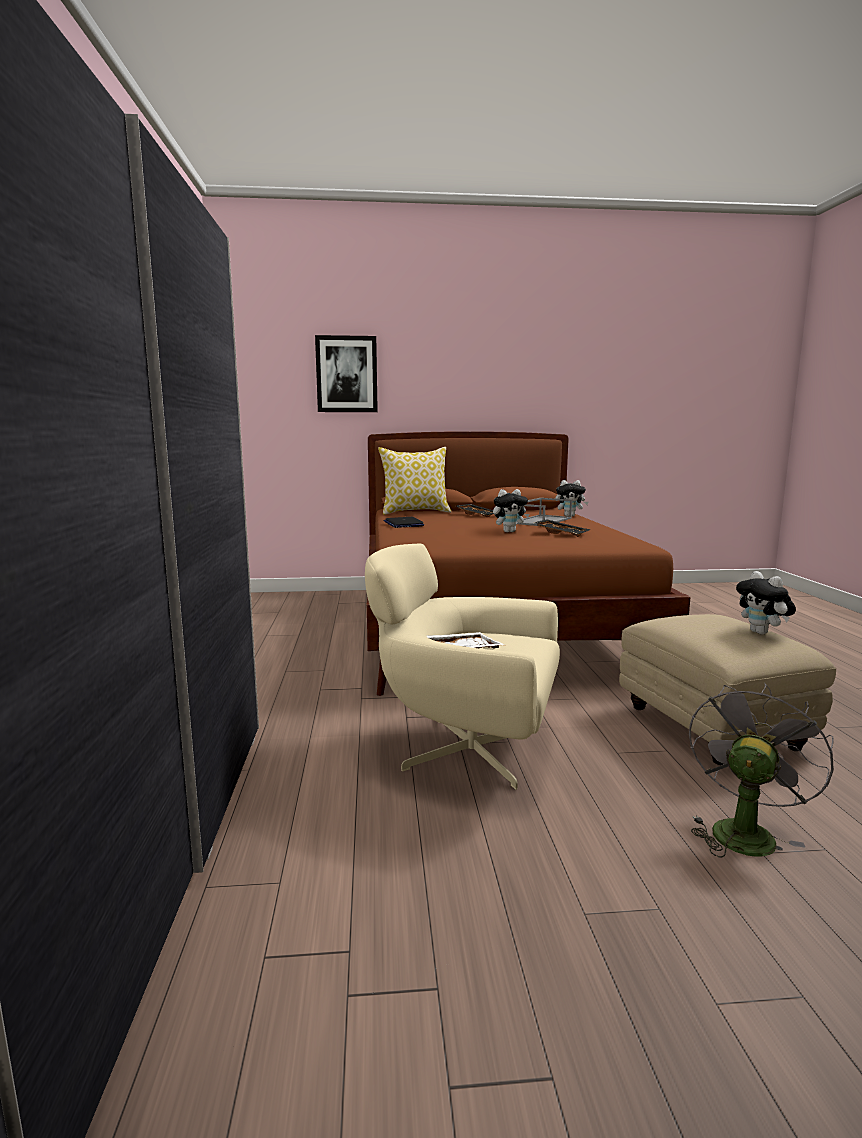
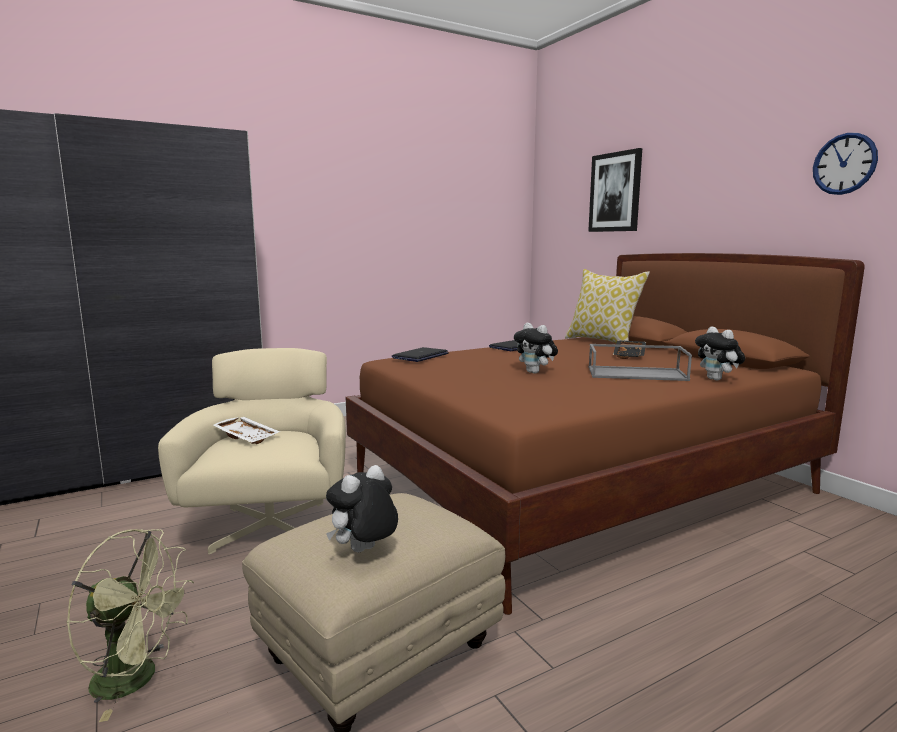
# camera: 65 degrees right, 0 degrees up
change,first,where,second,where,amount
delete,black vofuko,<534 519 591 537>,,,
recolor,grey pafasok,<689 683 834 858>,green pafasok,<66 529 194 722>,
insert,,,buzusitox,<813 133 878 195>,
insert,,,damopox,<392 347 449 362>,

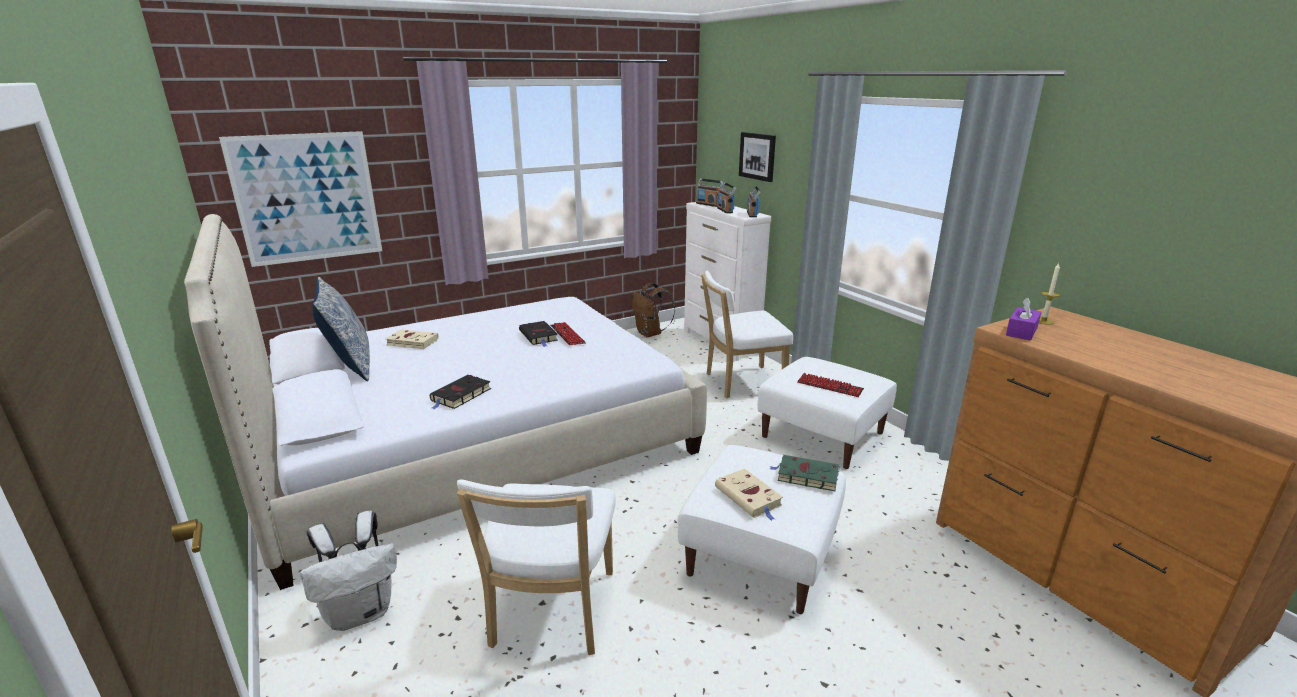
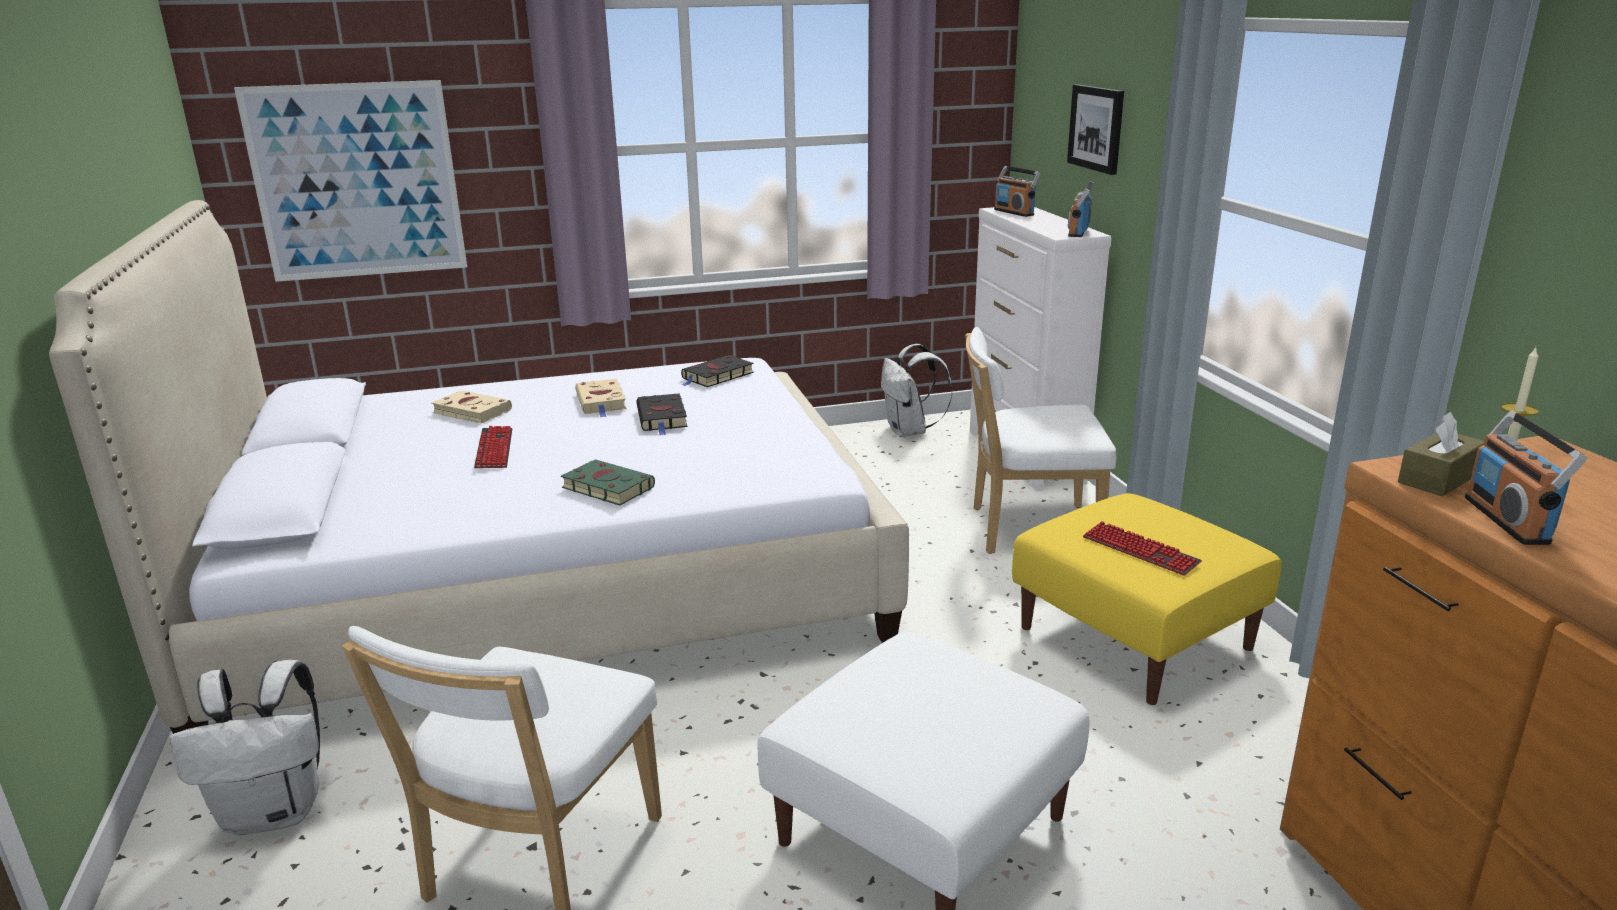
# camera: 15 degrees right, 0 degrees up
change,first,where,second,where,amount
move,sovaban,<717 183 736 213>,,<1465 411 1587 545>,
delete,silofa,<312 277 370 381>,,,
recolor,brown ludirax,<631 283 675 337>,white ludirax,<881 344 952 437>,
recolor,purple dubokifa,<1006 298 1041 340>,brown dubokifa,<1398 412 1484 496>,
move,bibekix,<550 322 586 345>,,<474 426 513 468>,
recolor,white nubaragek,<757 357 897 469>,yellow nubaragek,<1012 493 1282 705>,
move,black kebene,<430 375 491 409>,,<681 355 754 387>,
move,green kebene,<770 455 840 491>,,<561 459 655 506>,
move,beige kebene,<715 469 783 521>,,<575 379 627 417>,

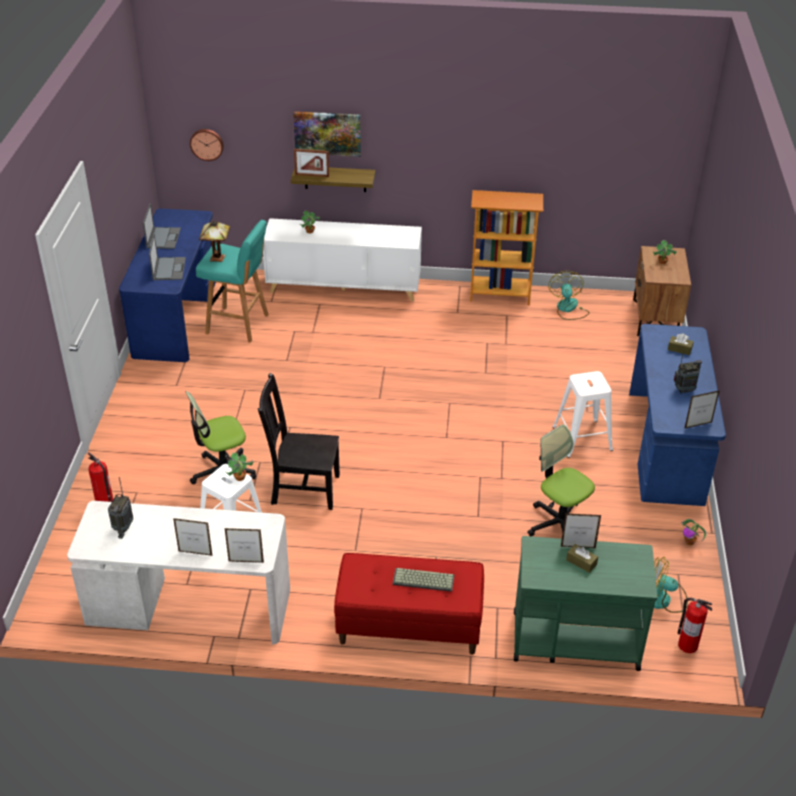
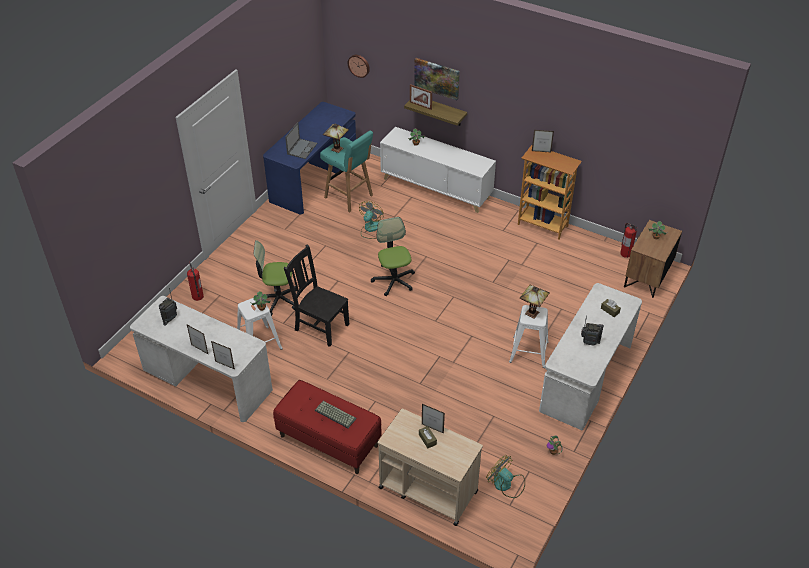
# camera: 25 degrees right, 5 degrees up
change,first,where,second,where,amount
delete,damopox,<143 203 181 249>,,,
move,pafasok,<548 271 589 320>,,<359 201 384 239>,
recolor,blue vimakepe,<629 324 726 506>,white vimakepe,<539 283 642 431>,
move,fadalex,<684 390 720 429>,,<532 130 554 153>,
move,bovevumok,<527 424 595 536>,,<371 217 415 296>,
recolor,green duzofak,<514 536 658 671>,beige duzofak,<378 408 483 526>,
move,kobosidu,<678 598 712 653>,,<620 223 638 258>,
insert,,,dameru,<520 284 550 318>,

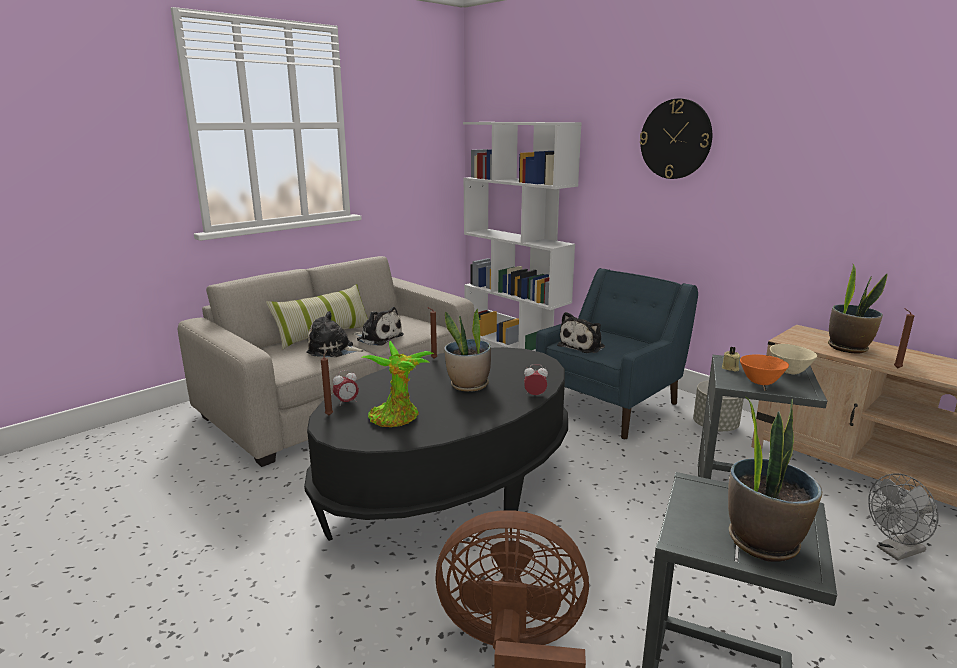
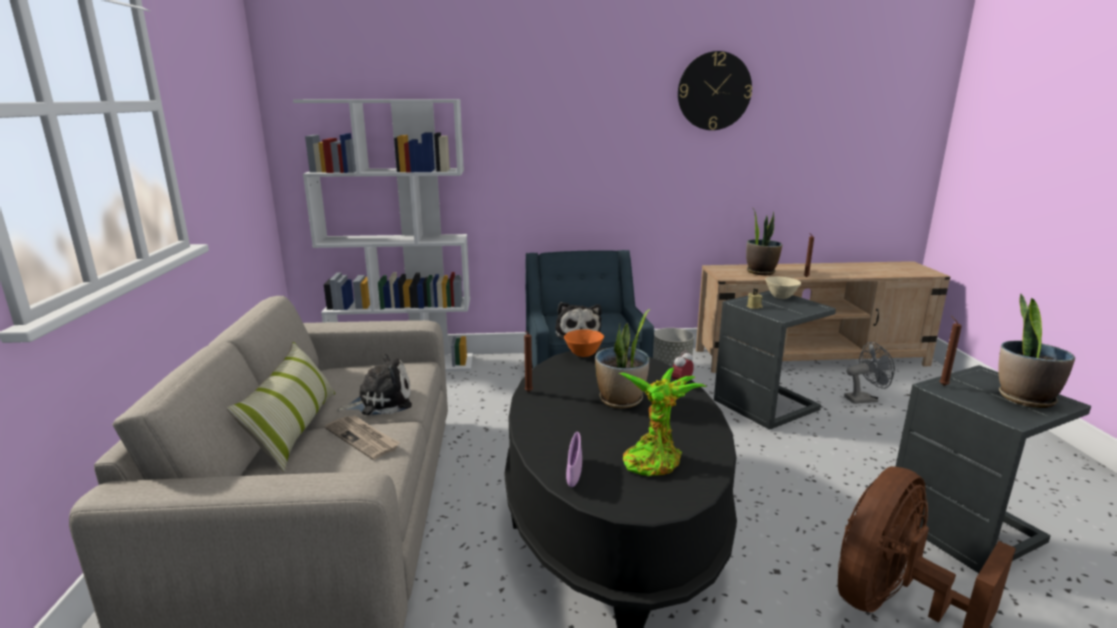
# camera: 50 degrees left, 0 degrees up
change,first,where,second,where,amount
move,buzusitox,<640 98 712 179>,,<678 51 752 130>,
replace,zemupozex,<306 311 365 357>,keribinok,<325 416 400 460>,
move,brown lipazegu,<321 350 333 415>,,<939 316 962 386>,
move,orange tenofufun,<740 354 789 385>,,<564 329 604 357>,
replace,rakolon,<333 370 359 406>,purple tenofufun,<566 432 582 487>,
rotate,grey pafasok,<868 473 939 561>,,<844 342 895 404>,120 degrees counterclockwise

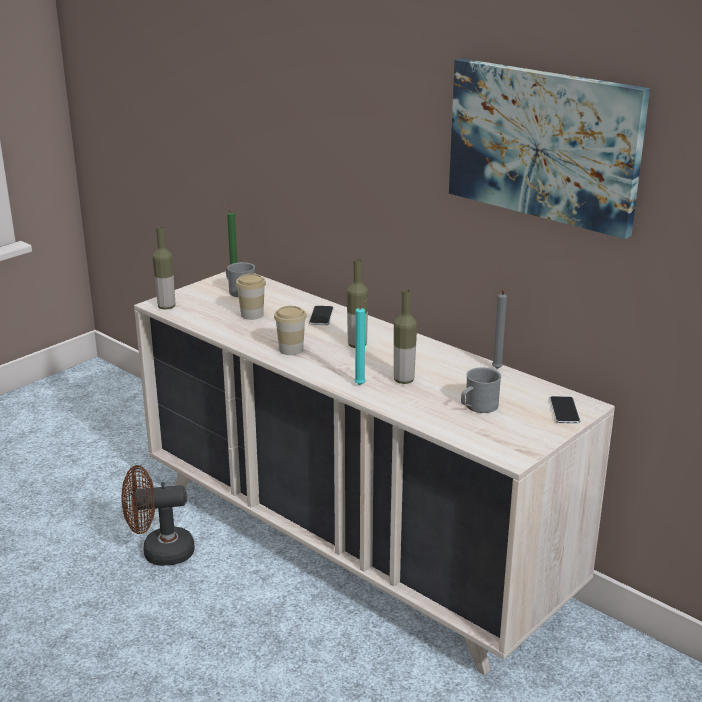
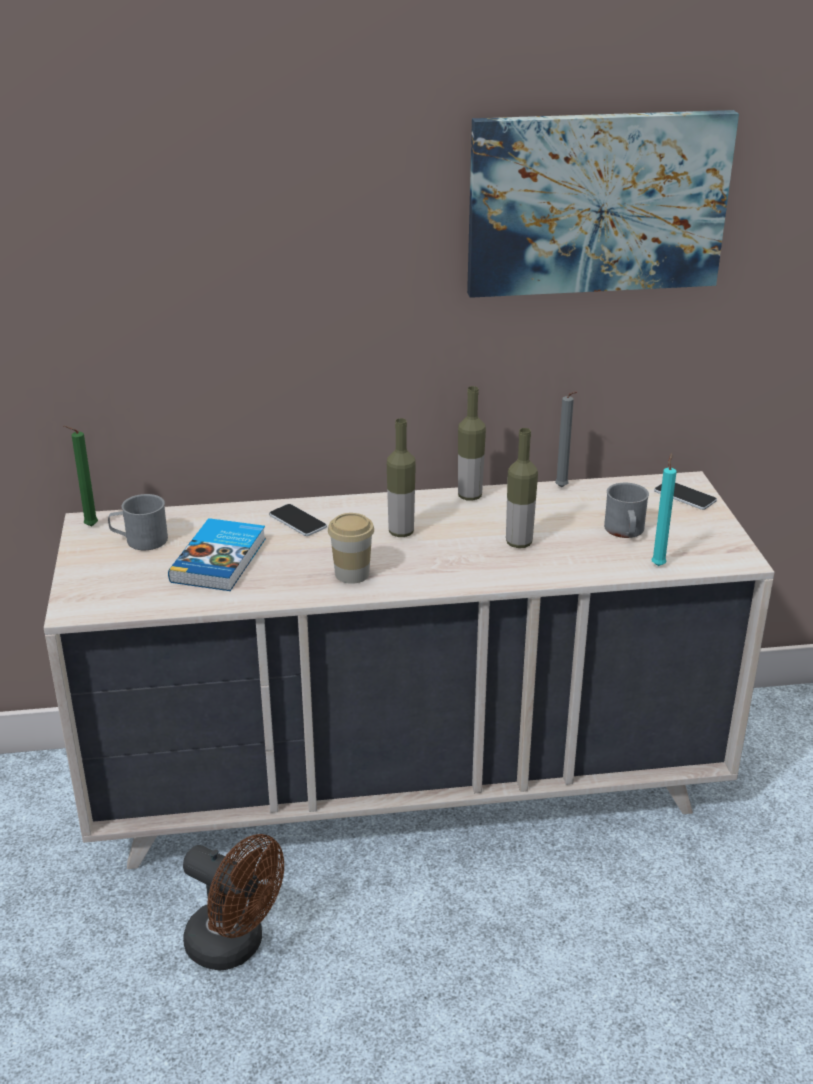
# camera: 50 degrees left, 5 degrees up
change,first,where,second,where,amount
move,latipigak,<153 226 175 310>,,<458 386 486 501>,
replace,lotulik,<236 274 266 320>,kebene,<168 518 266 591>,
move,turquoise lipazegu,<354 299 369 385>,,<651 453 677 566>,
rotate,brown pafasok,<121 465 195 566>,,<183 834 284 971>,90 degrees counterclockwise

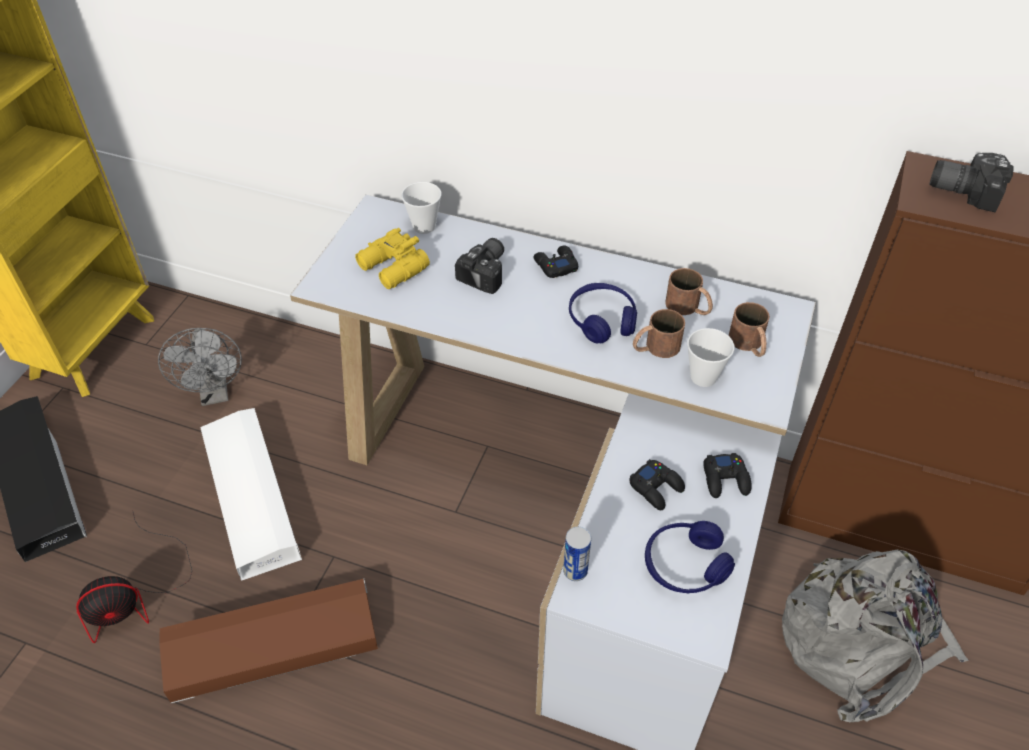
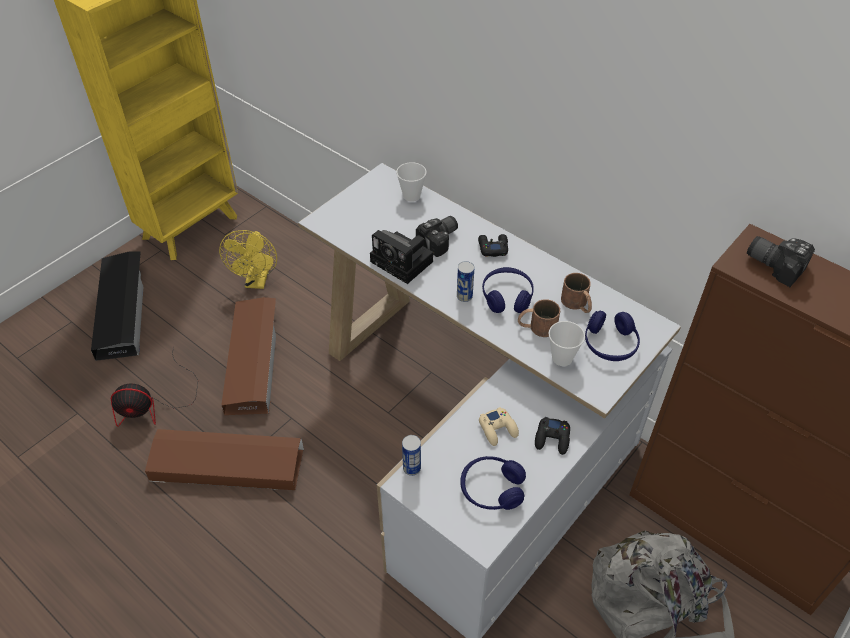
# camera: 20 degrees right, 0 degrees up
change,first,where,second,where,amount
delete,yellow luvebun,<355 228 430 289>,,,
replace,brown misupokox,<729 302 770 357>,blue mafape,<585 311 640 361>,
recolor,grey pafasok,<158 328 242 406>,yellow pafasok,<219 230 277 289>,
recolor,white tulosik,<200 408 302 581>,brown tulosik,<221 297 276 415>,
recolor,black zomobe,<629 459 685 510>,beige zomobe,<479 407 519 446>,
insert,,,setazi,<370 230 433 284>,
insert,,,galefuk,<457 261 475 302>,

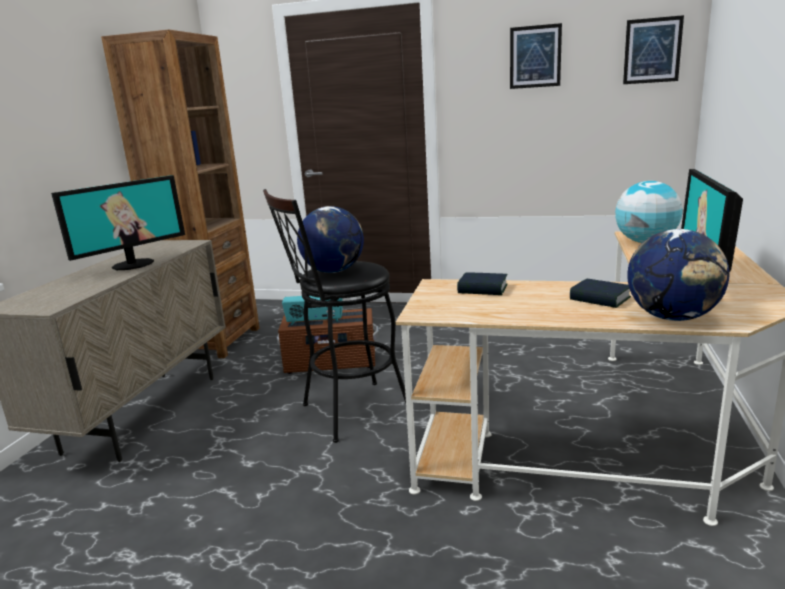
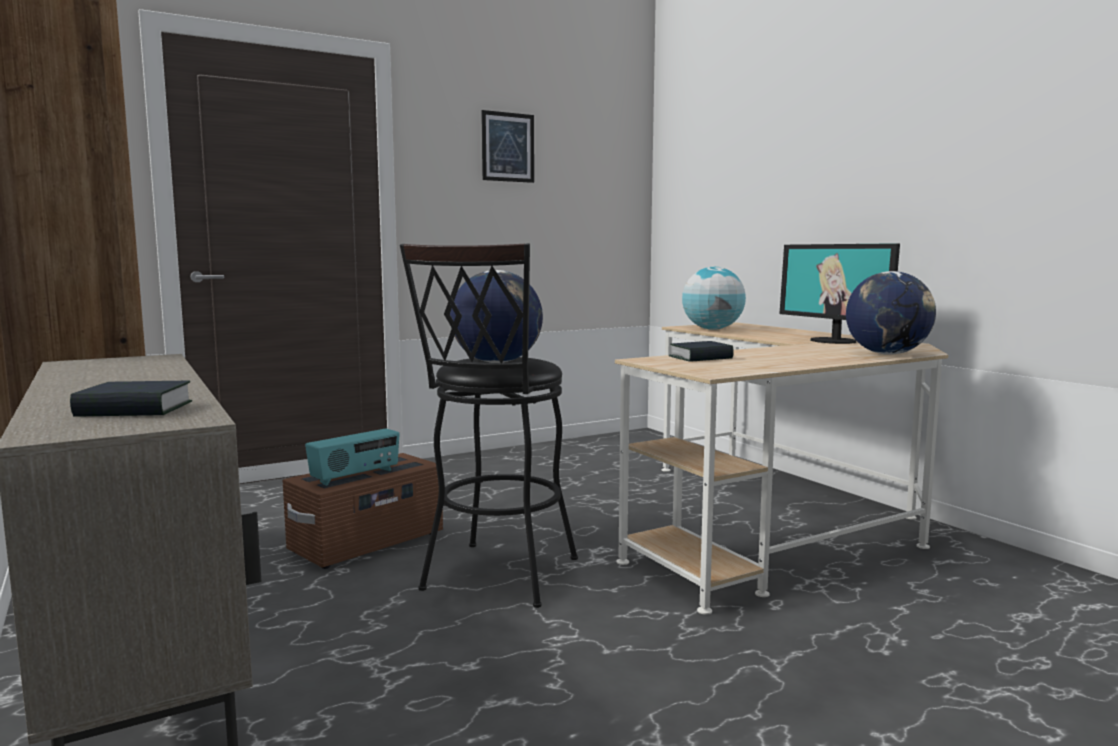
# camera: 45 degrees left, 10 degrees down
change,first,where,second,where,amount
delete,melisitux,<623 15 684 84>,,,
delete,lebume,<51 175 185 270>,,,
move,kebene,<570 279 631 308>,,<70 381 192 417>,

